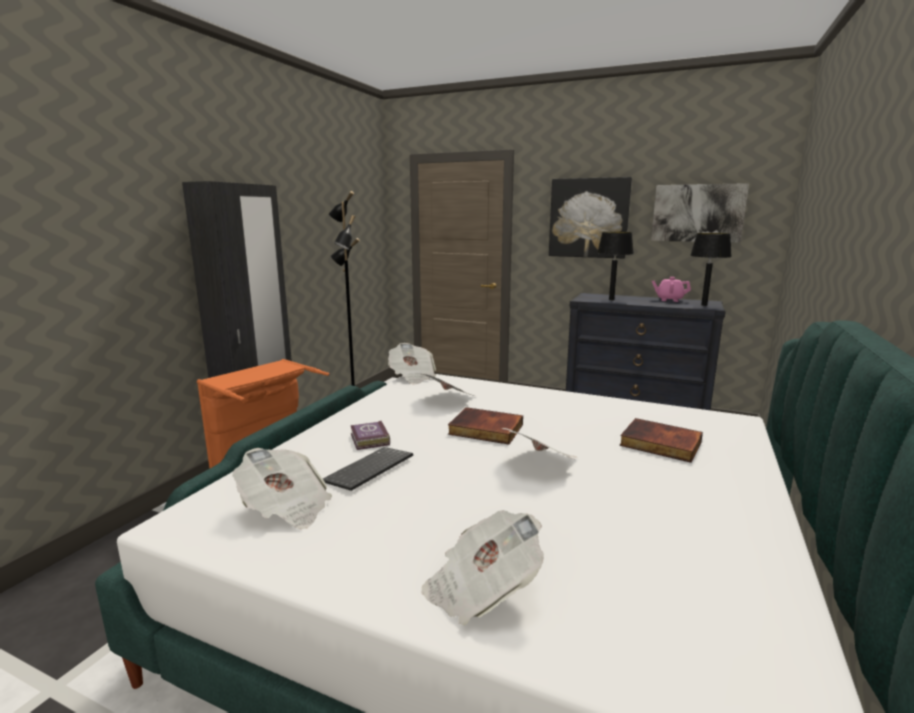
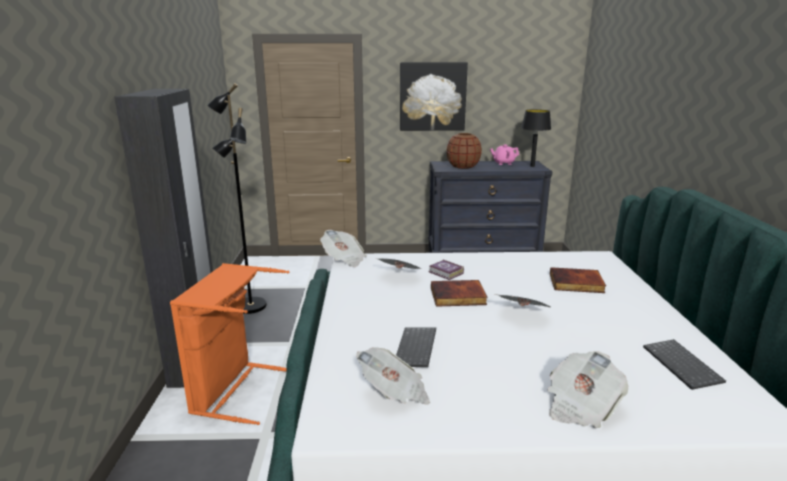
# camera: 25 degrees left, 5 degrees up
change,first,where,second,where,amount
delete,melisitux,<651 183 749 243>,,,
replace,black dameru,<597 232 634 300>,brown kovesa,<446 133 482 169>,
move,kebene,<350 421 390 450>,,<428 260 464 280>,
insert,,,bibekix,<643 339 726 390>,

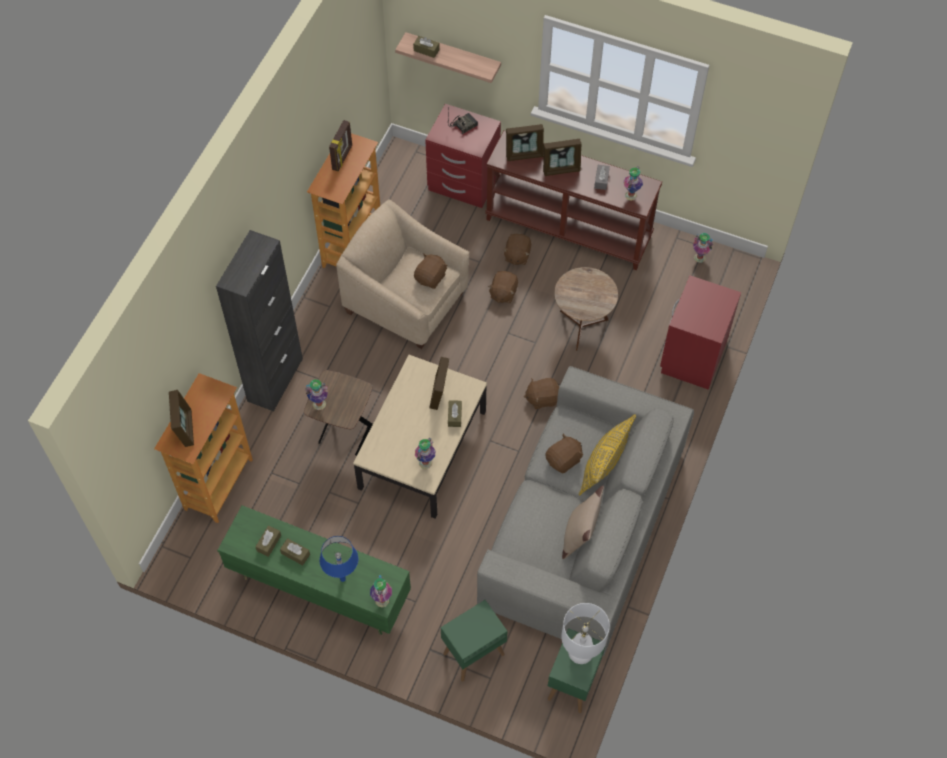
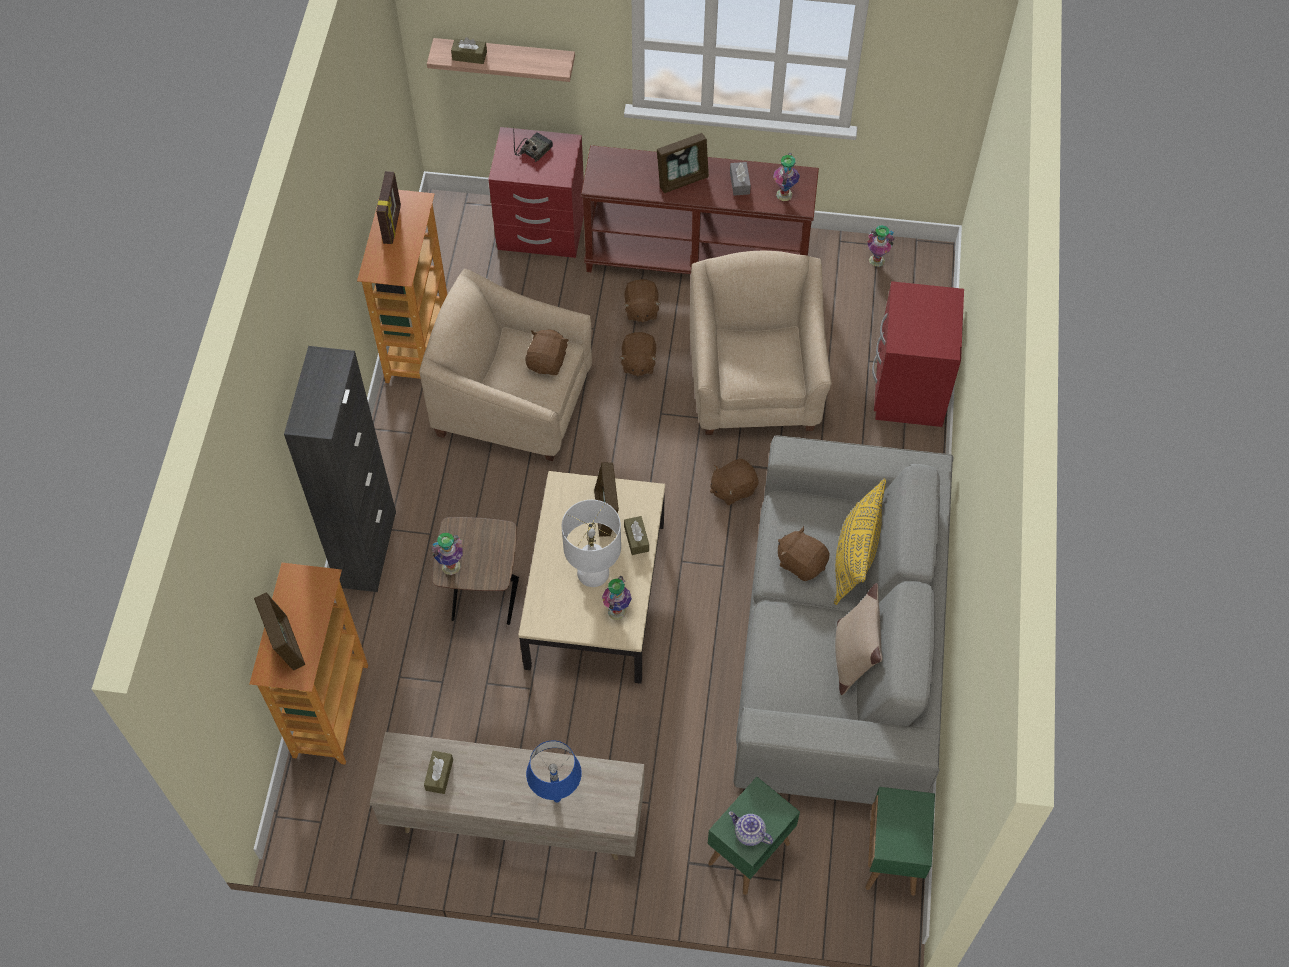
# camera: 15 degrees left, 0 degrees up
change,first,where,second,where,amount
delete,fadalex,<506 124 544 161>,,,
replace,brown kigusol,<554 267 618 351>,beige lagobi,<690 251 832 435>,
rotate,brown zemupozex,<545 433 583 473>,,<778 526 830 581>,90 degrees counterclockwise
recolor,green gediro,<217 505 411 635>,beige gediro,<370 732 645 860>,
delete,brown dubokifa,<280 538 310 565>,,,
delete,kovesa,<370 575 392 608>,,,
move,white dameru,<561 603 610 664>,,<562 500 621 587>,
insert,,,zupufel,<729 811 773 846>,

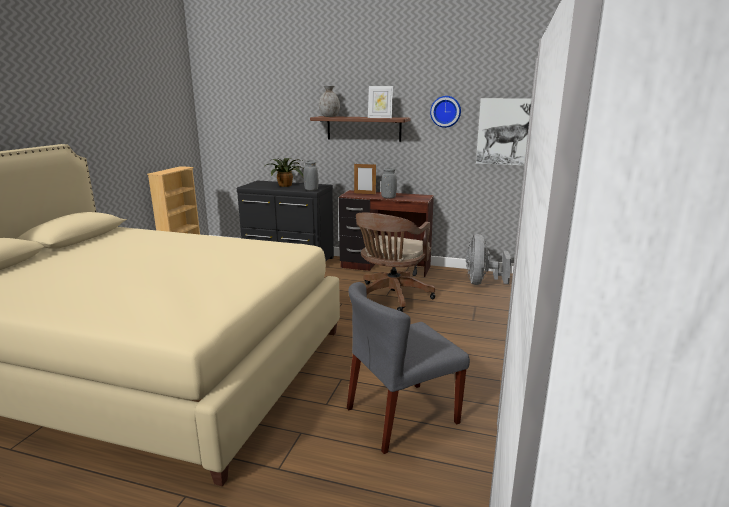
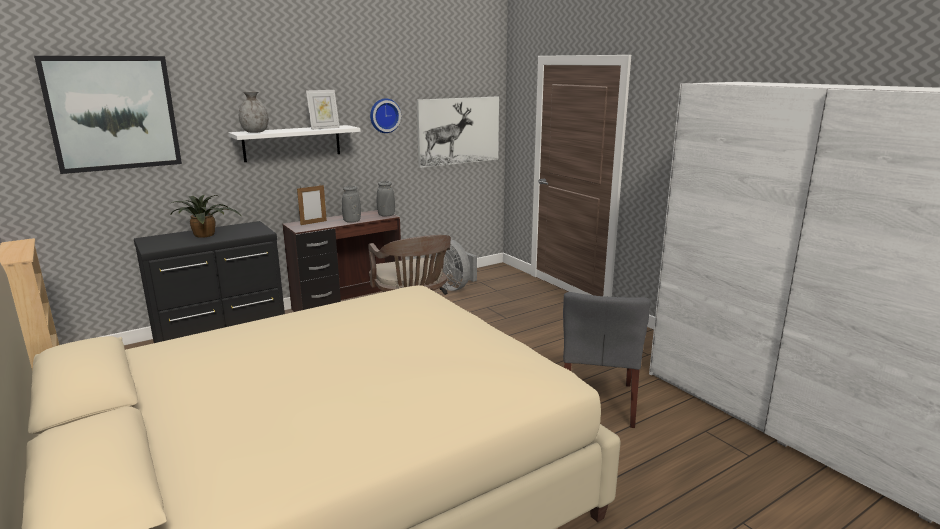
# camera: 50 degrees left, 0 degrees up
change,first,where,second,where,amount
recolor,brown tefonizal,<310 116 410 142>,white tefonizal,<229 125 361 162>,
move,grey kovesa,<304 161 318 191>,,<377 181 395 217>,
insert,,,melisitux,<34 56 182 174>,

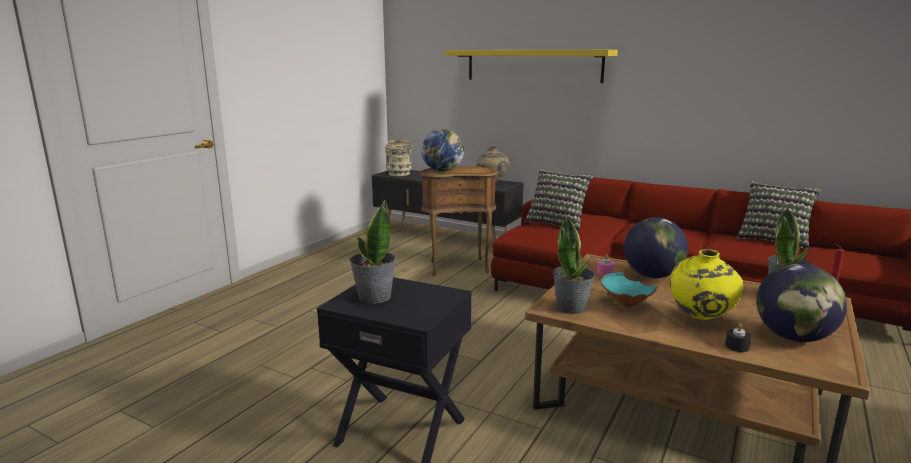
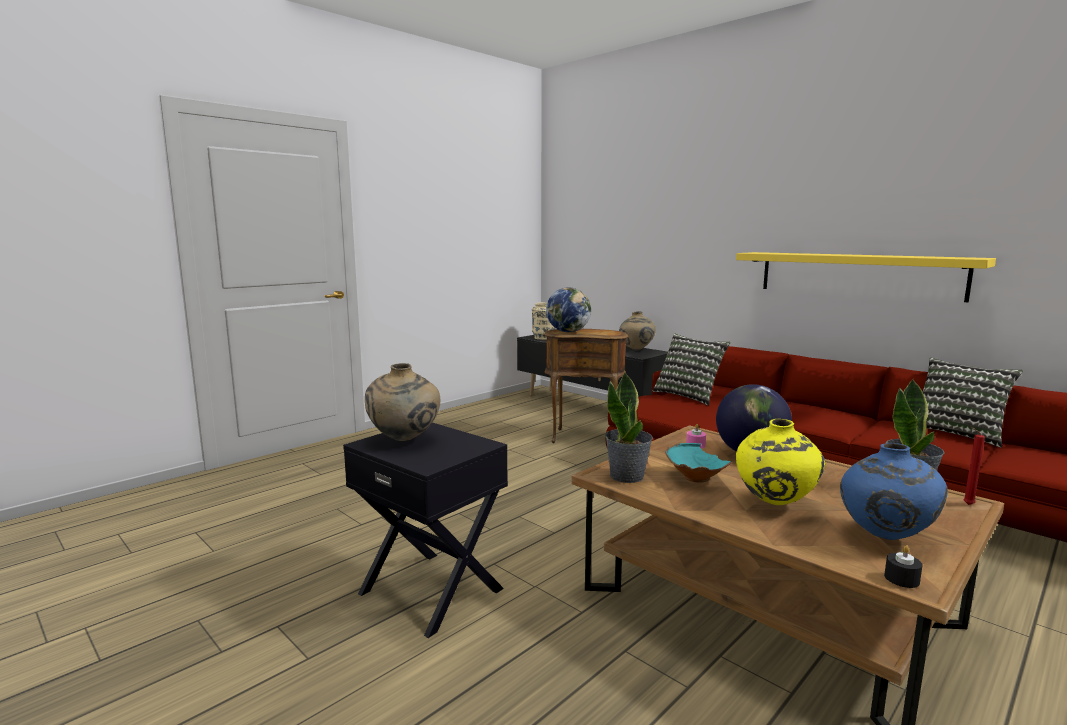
# camera: 15 degrees right, 5 degrees down
change,first,where,second,where,amount
move,yellow tefonizal,<445 50 618 83>,,<736 252 996 302>,
replace,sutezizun,<349 200 396 304>,beige kovesa,<365 363 440 441>,
replace,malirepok,<756 264 847 342>,blue kovesa,<840 443 948 540>,
move,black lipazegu,<725 323 751 352>,,<884 545 923 588>,

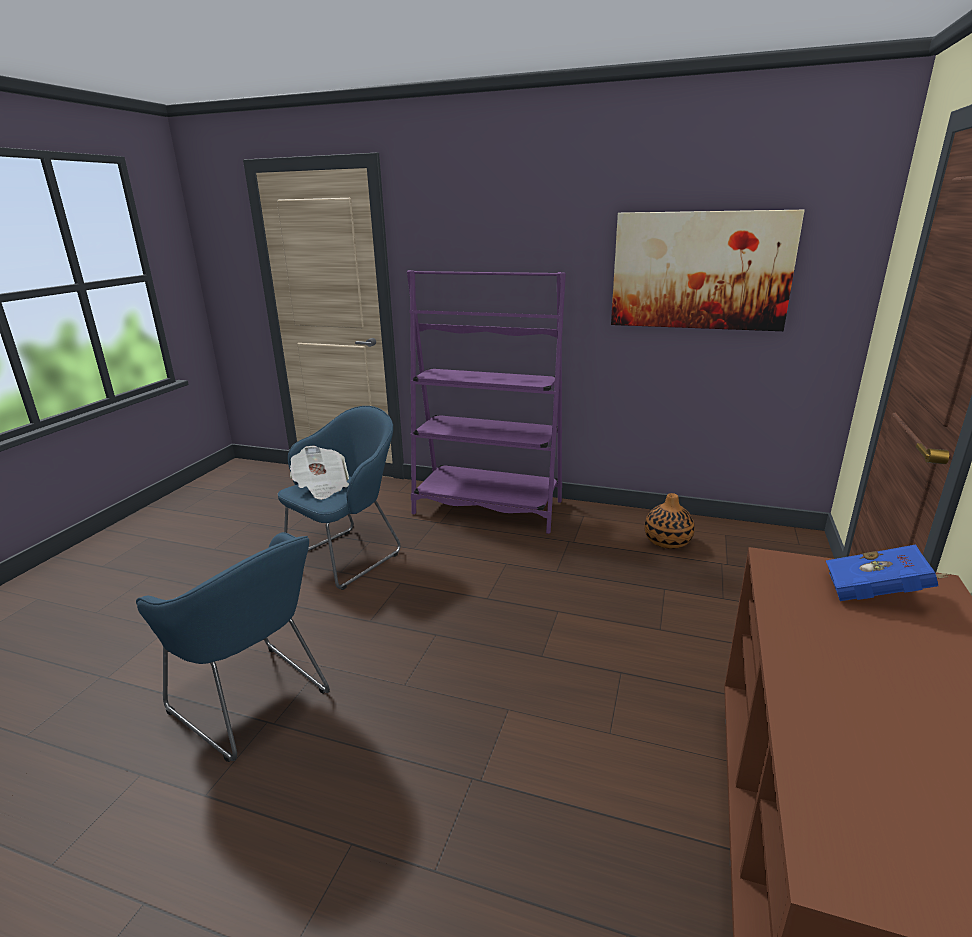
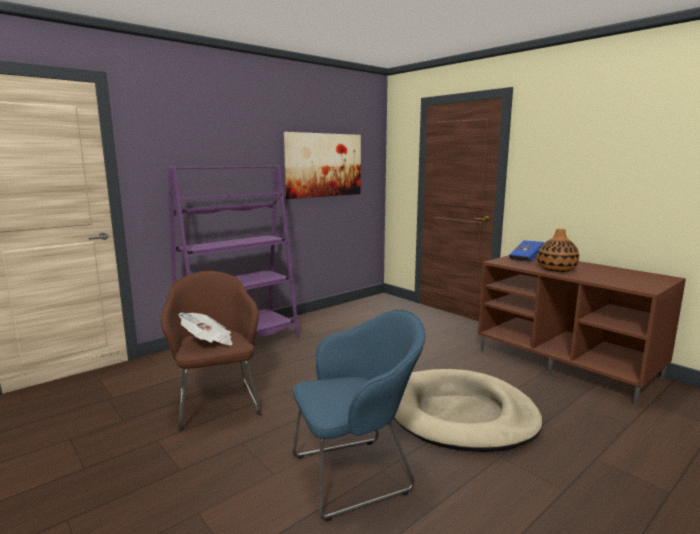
# camera: 60 degrees left, 10 degrees down
change,first,where,second,where,amount
recolor,blue lagobi,<278 406 401 590>,brown lagobi,<161 271 261 431>,
move,kovesa,<644 493 695 549>,,<537 229 579 272>,
insert,,,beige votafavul,<394 369 543 452>,

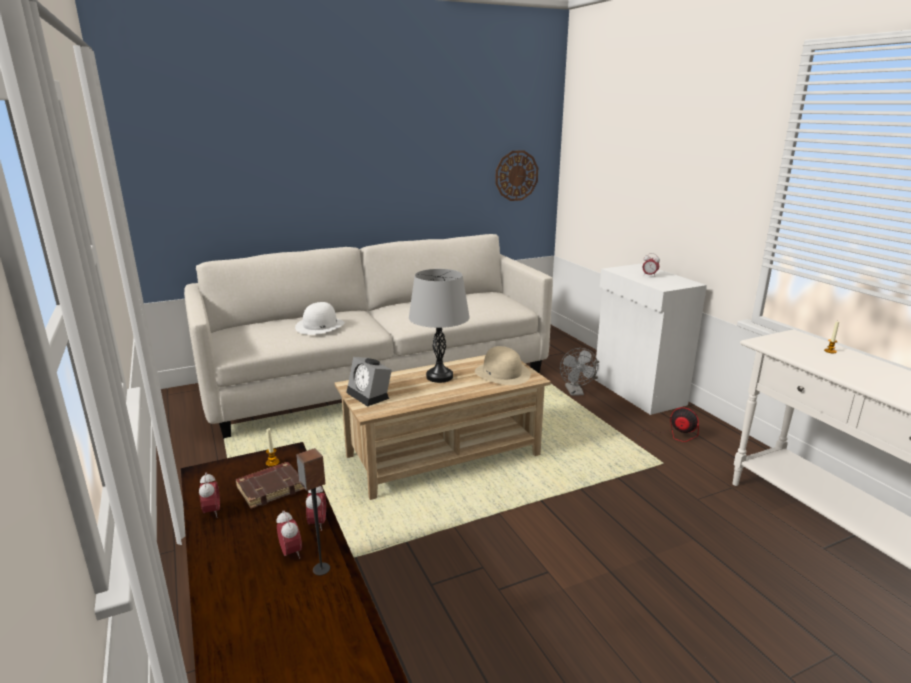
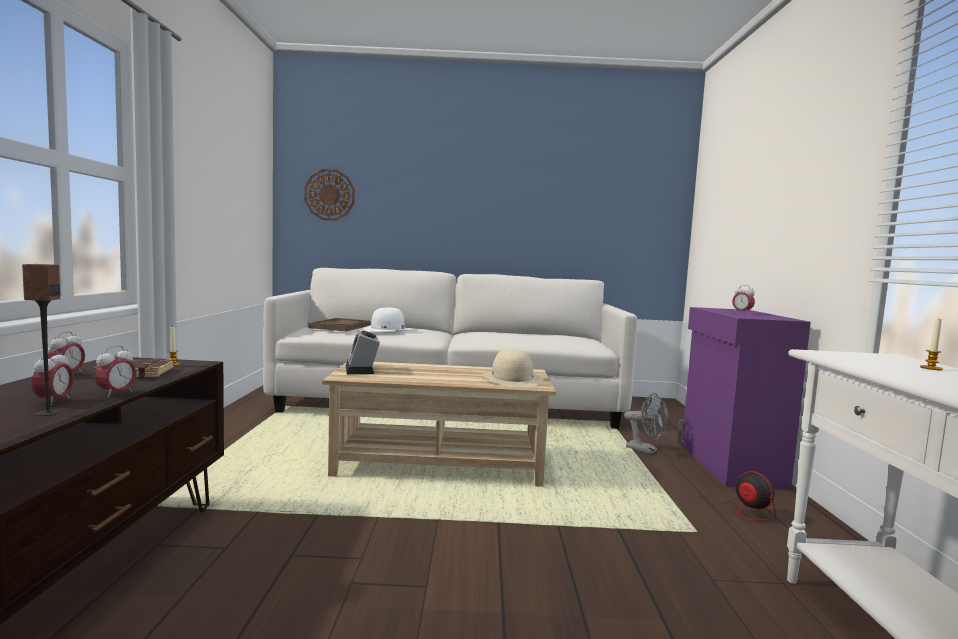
# camera: 25 degrees right, 15 degrees down
change,first,where,second,where,amount
move,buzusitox,<495 150 538 201>,,<304 169 355 221>,
recolor,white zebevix,<592 264 707 415>,purple zebevix,<677 307 811 490>,
delete,grey dameru,<409 269 470 383>,,,
rotate,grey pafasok,<560 348 598 396>,,<624 393 668 454>,75 degrees counterclockwise
insert,,,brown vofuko,<309 318 371 331>,

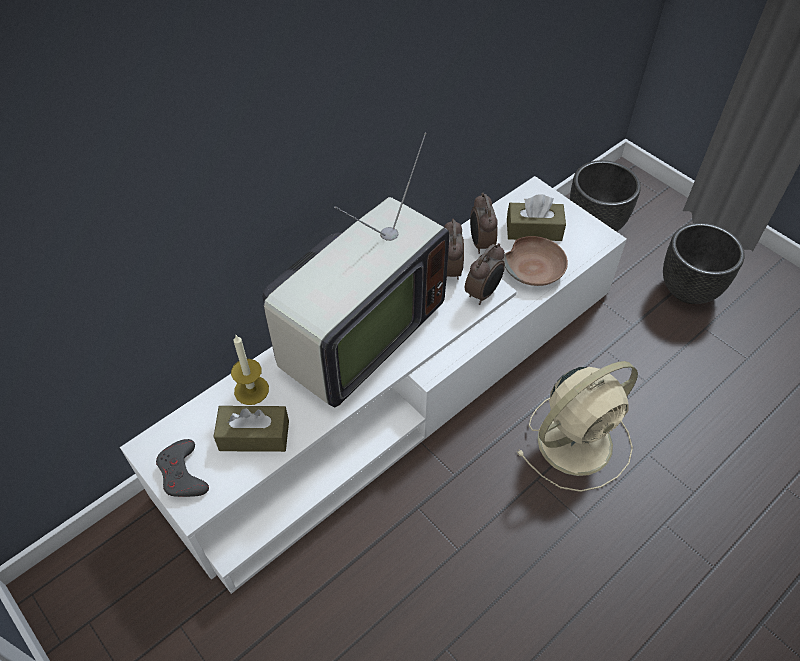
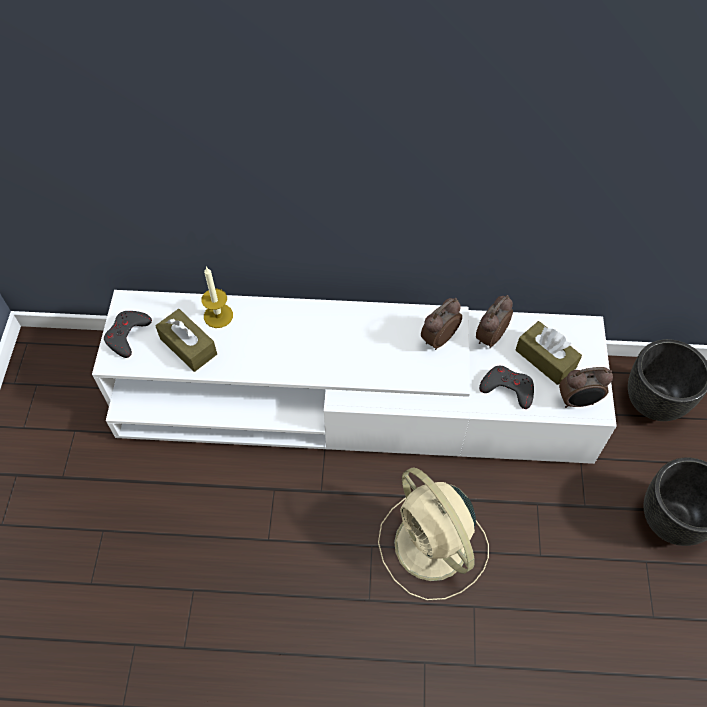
# camera: 45 degrees right, 5 degrees up
change,first,where,second,where,amount
delete,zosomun,<262 132 449 408>,,,
replace,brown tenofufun,<503 236 568 286>,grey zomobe,<479 366 534 409>,
move,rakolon,<465 243 505 305>,,<559 367 613 408>,
rotate,beige pafasok,<517 361 638 492>,,<378 467 489 600>,45 degrees clockwise

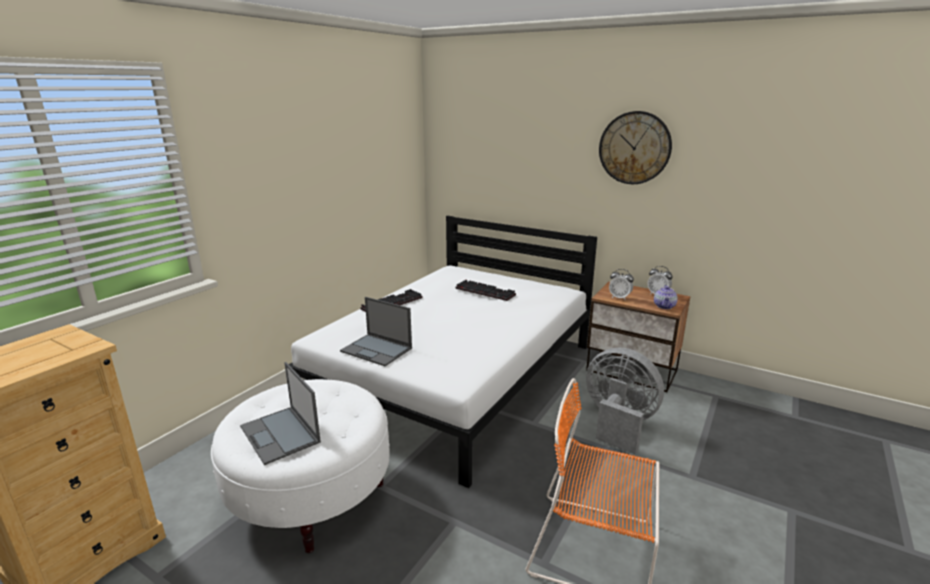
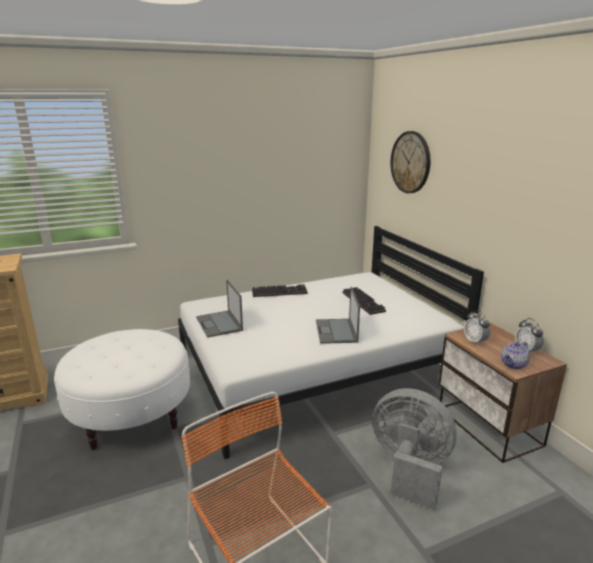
# camera: 35 degrees right, 0 degrees up
change,first,where,second,where,amount
move,buzusitox,<599 111 672 184>,,<391 131 430 193>,
rotate,grey pafasok,<586 348 664 454>,,<372 388 457 510>,45 degrees counterclockwise
move,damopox,<240 362 321 465>,,<316 287 360 344>,

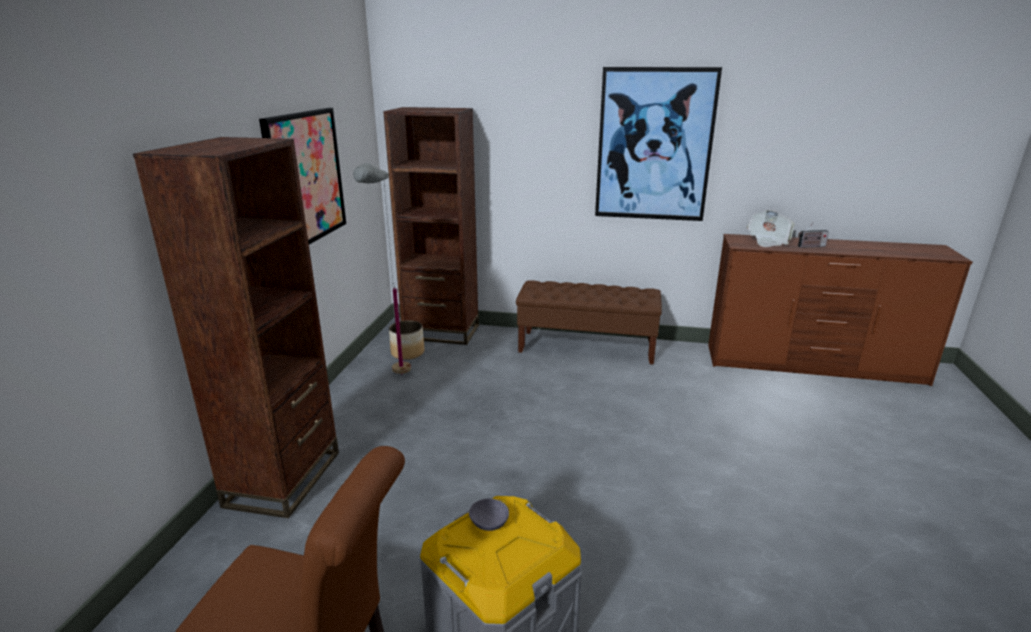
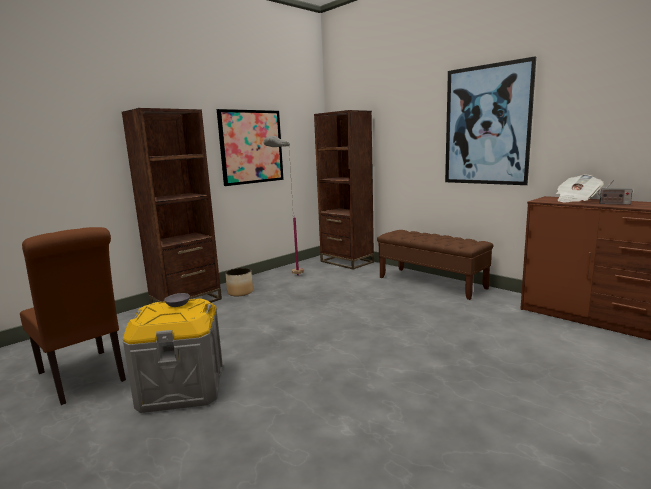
# camera: 35 degrees right, 10 degrees down
change,first,where,second,where,amount
move,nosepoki,<389 320 424 360>,,<225 268 253 296>,

